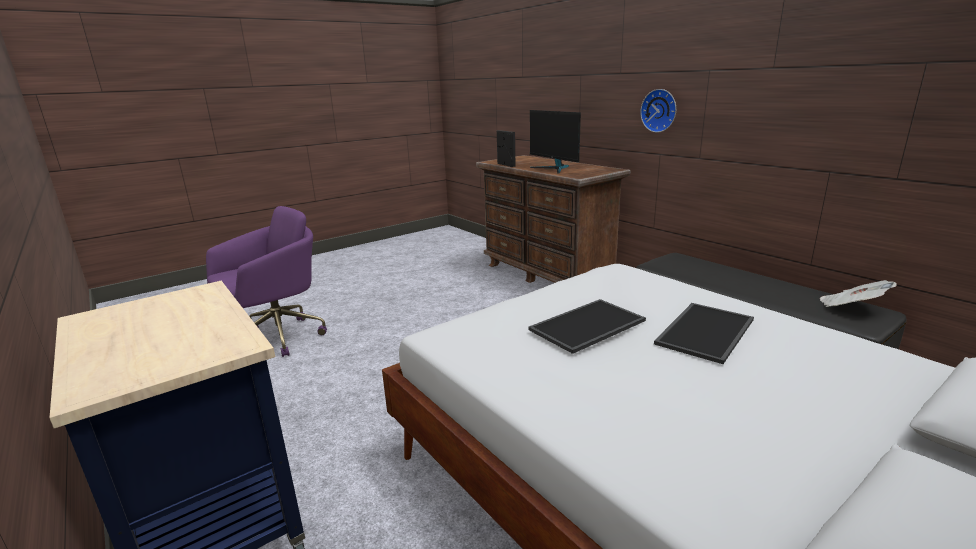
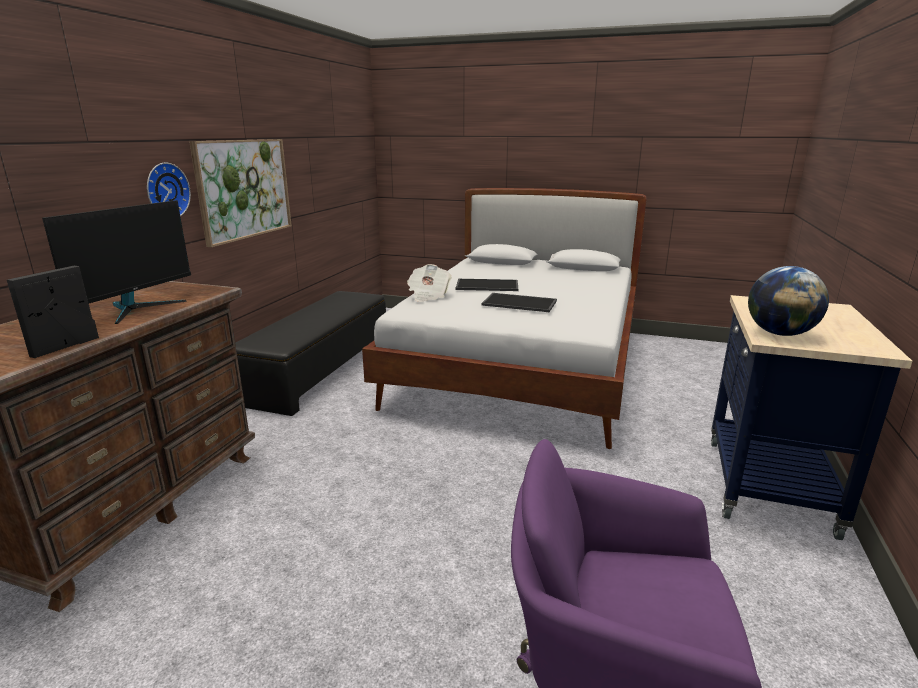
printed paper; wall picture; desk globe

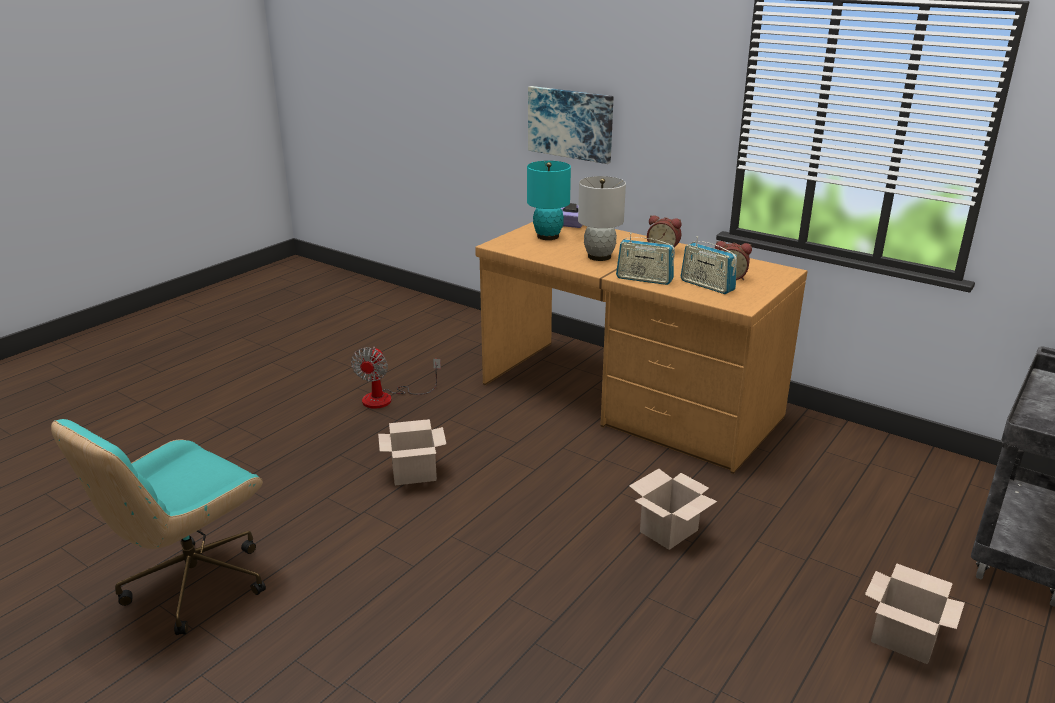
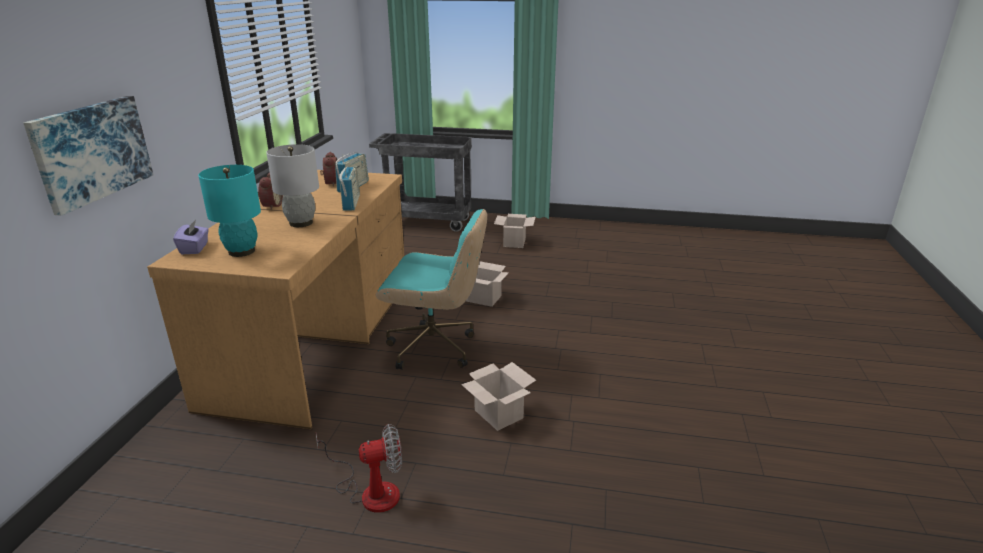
turquoise-coloured office chair

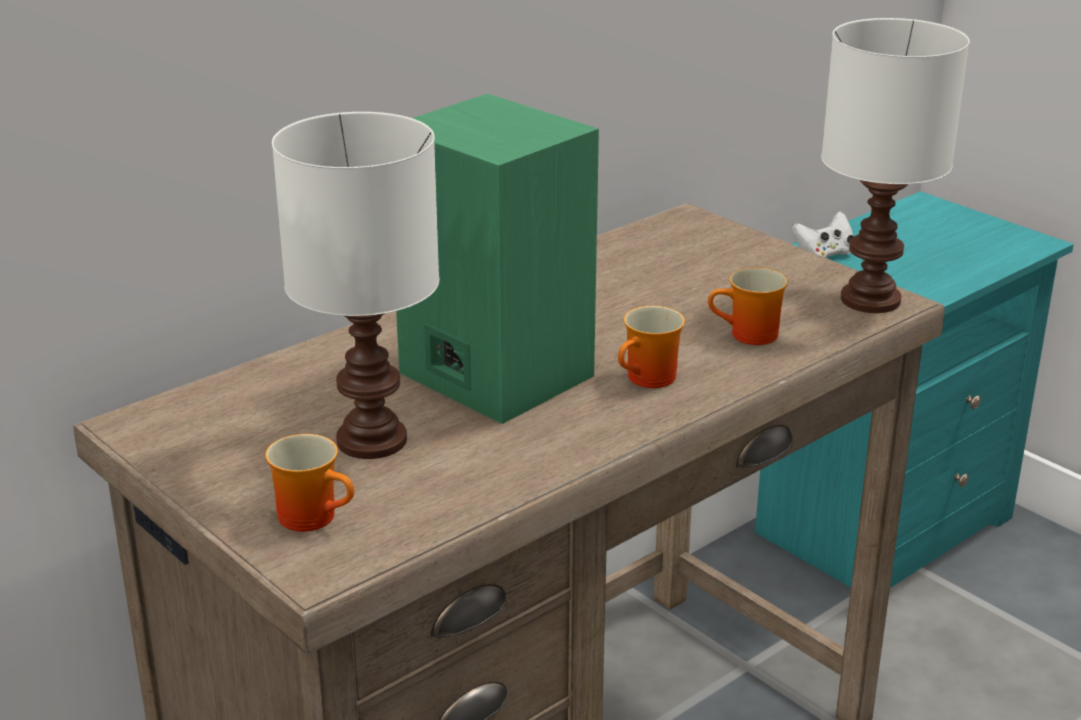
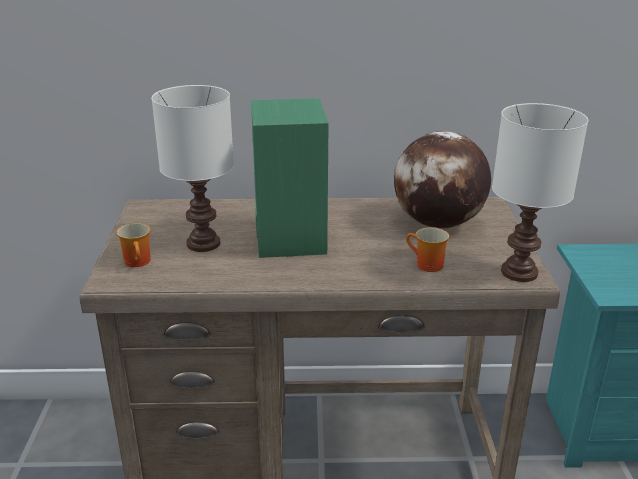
white gamepad; coffee mug (no. 2 from left in the first image); desk globe

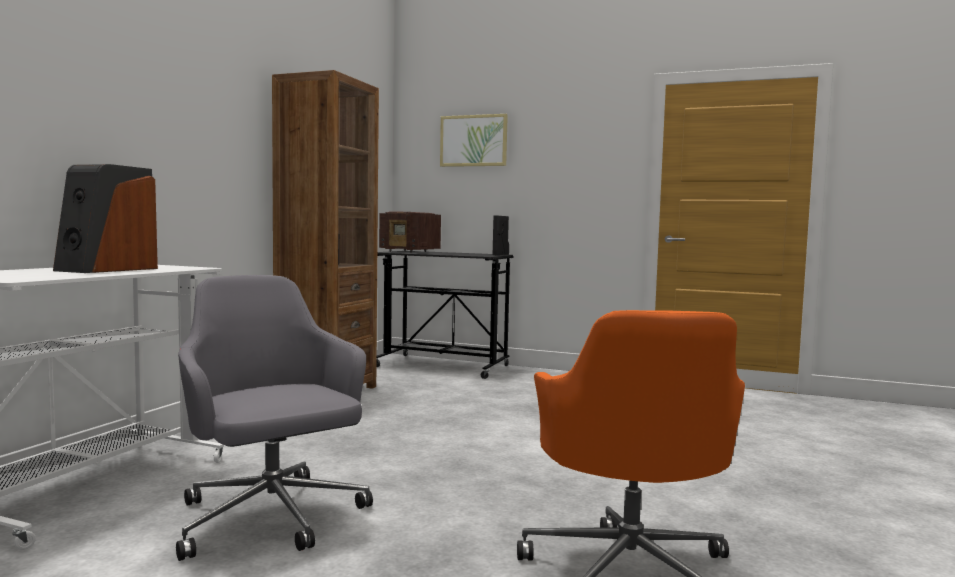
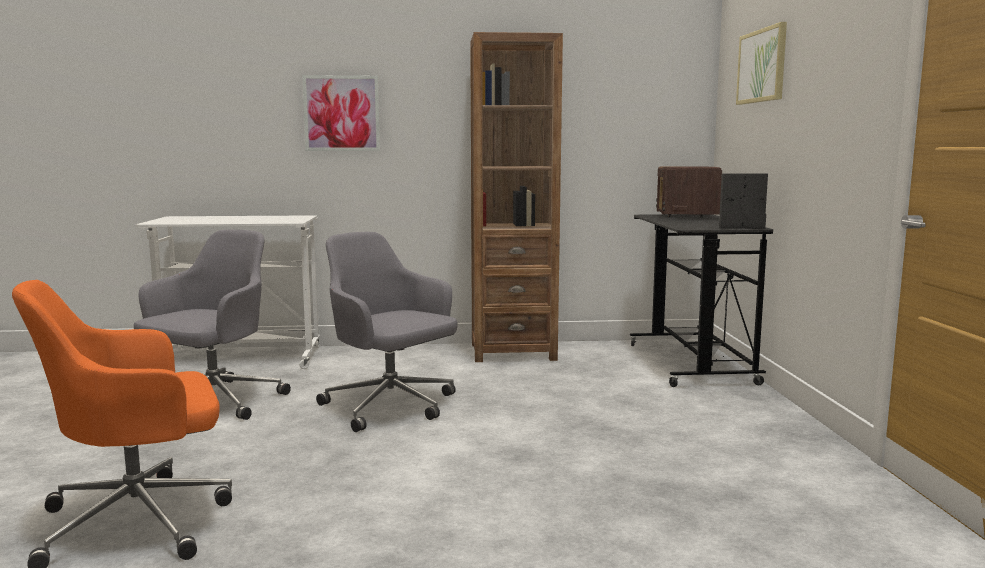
speaker; wall picture (no. 1 from left); greyish office chair (no. 2 from left)

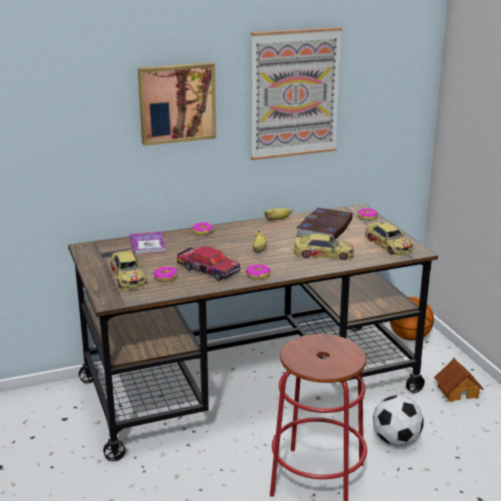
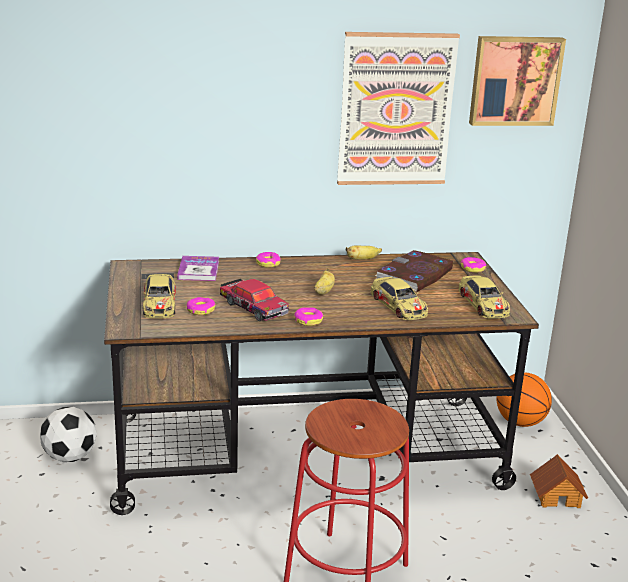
wall picture (no. 2 from left); model car (no. 3 from left); ball for football

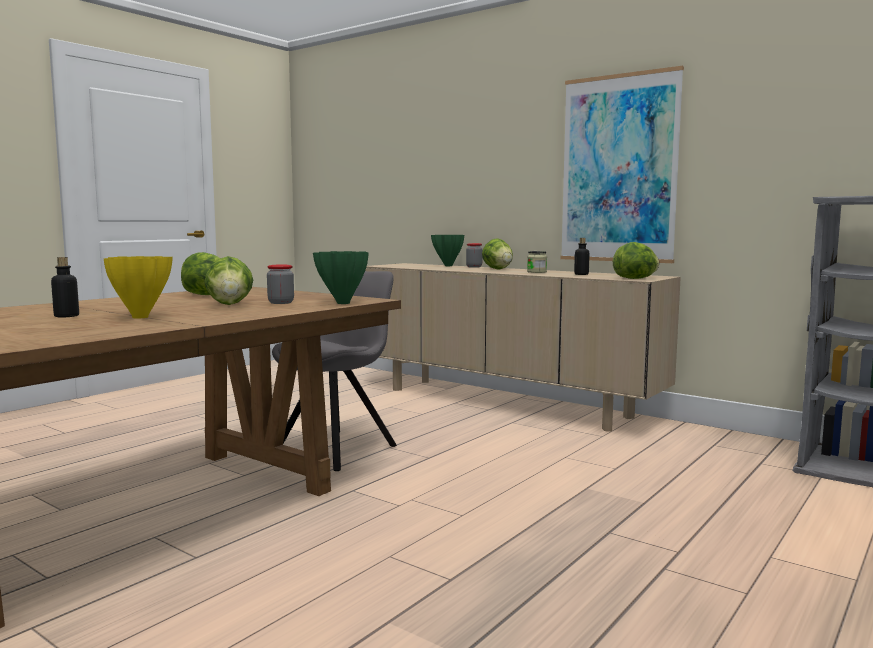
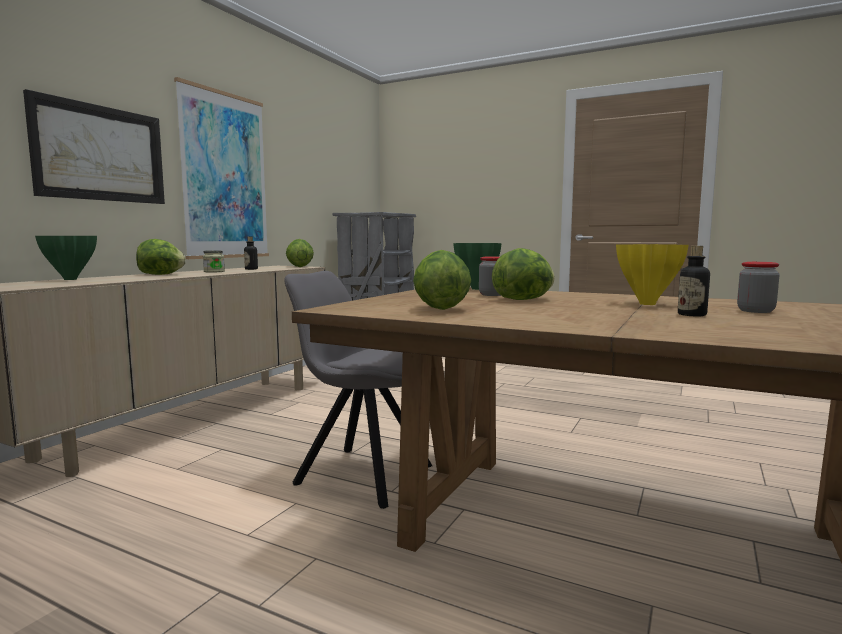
preserve jar (no. 3 from left); wall picture (no. 1 from left)

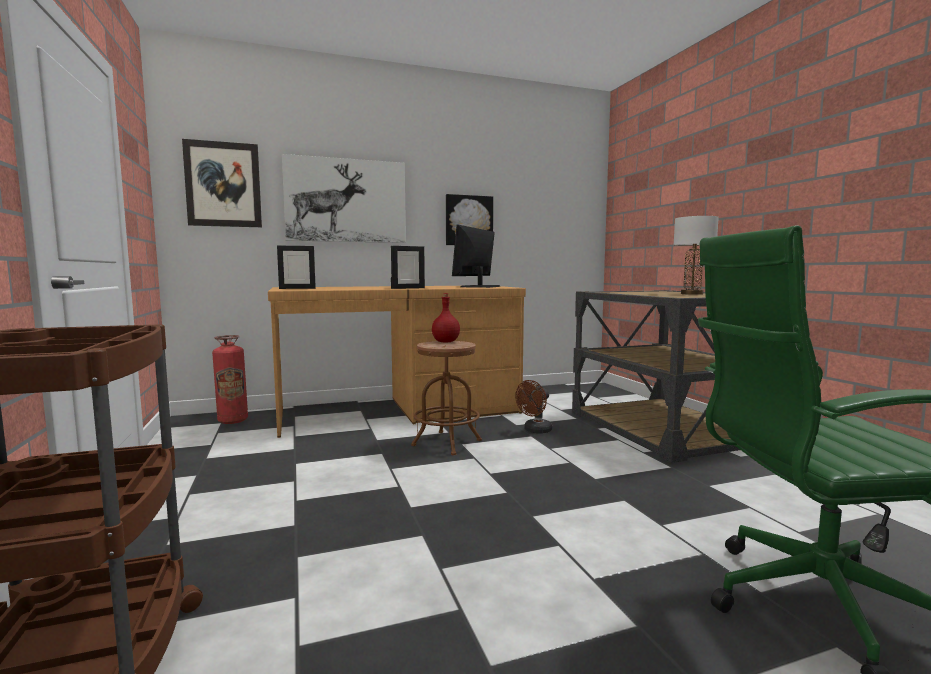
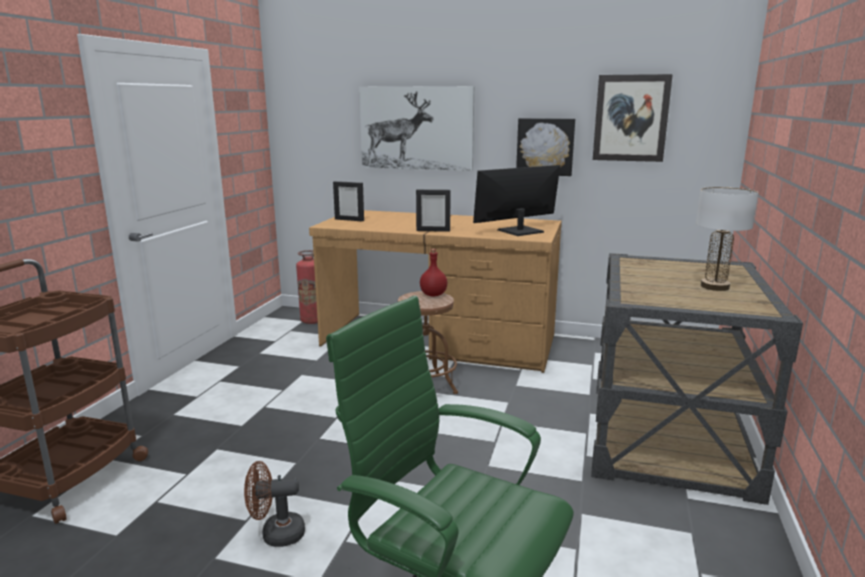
wall picture (no. 3 from left); brown-coloured electric fan

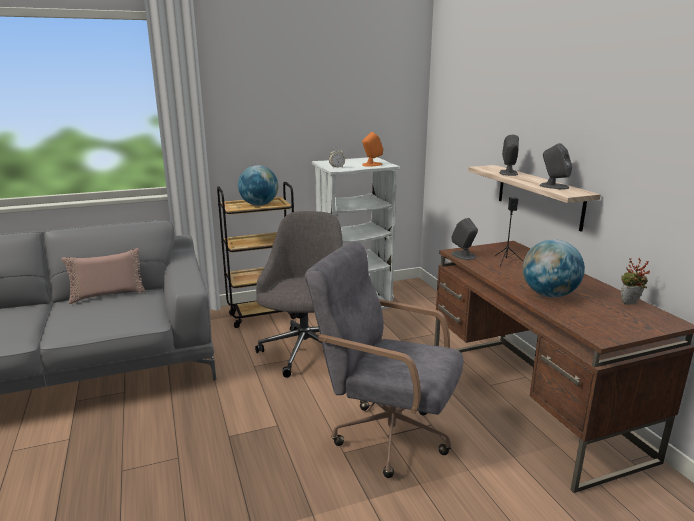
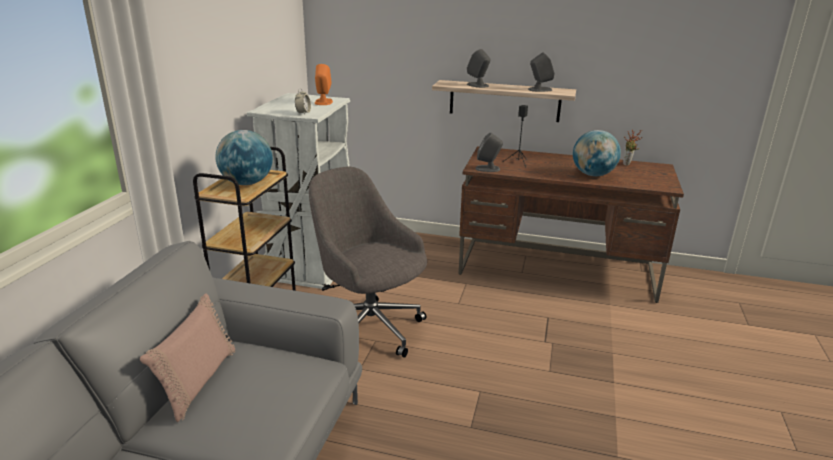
greyish office chair (no. 2 from left in the first image)

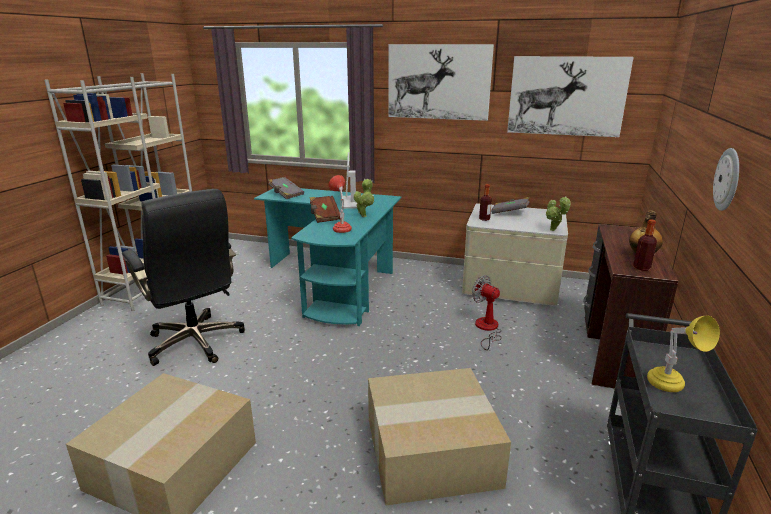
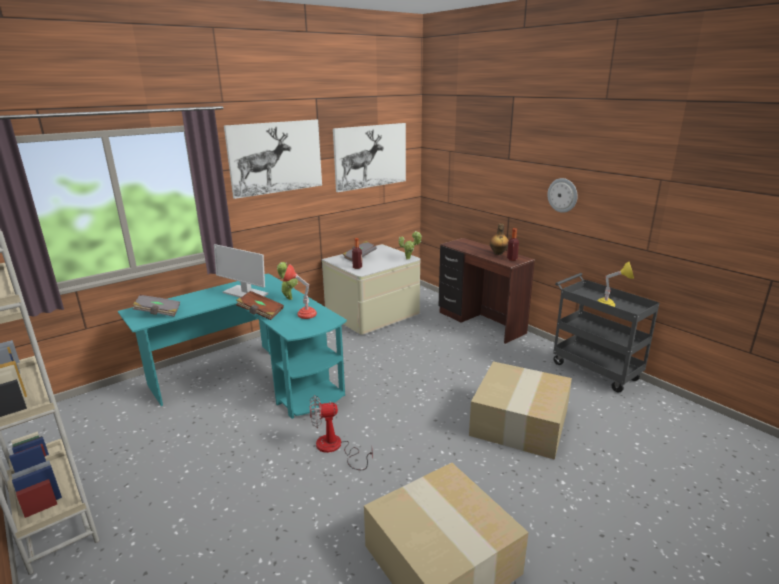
blackish office chair; electric fan

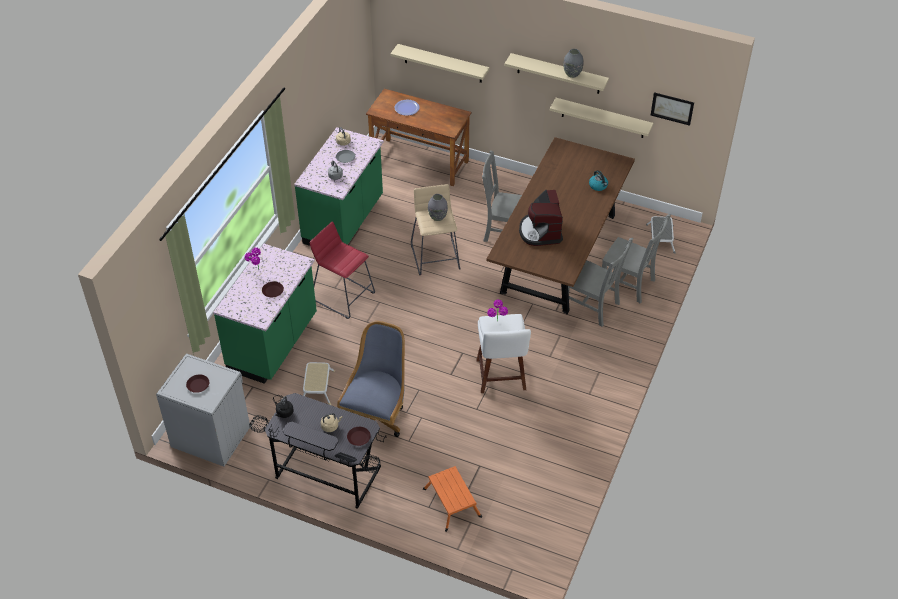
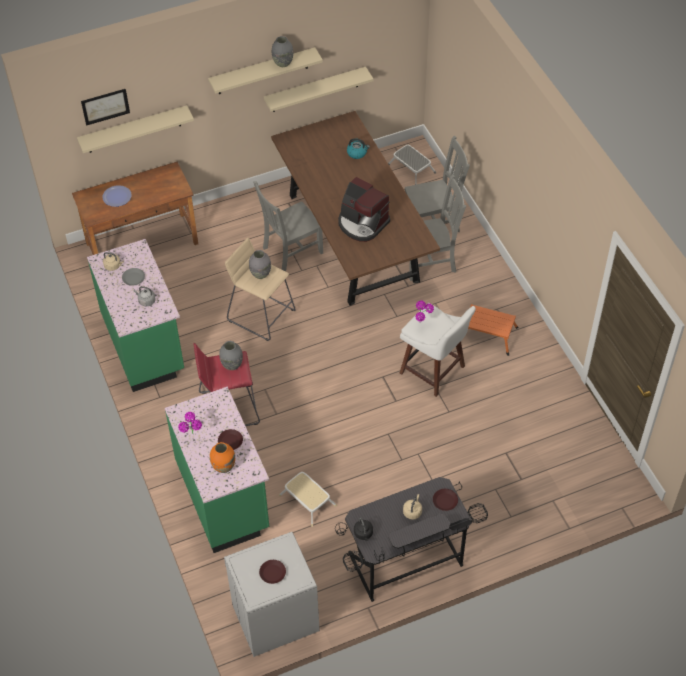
wall picture; blue-coloured office chair; orange stepladder; greyish decorative vase (no. 1 from left); orange decorative vase

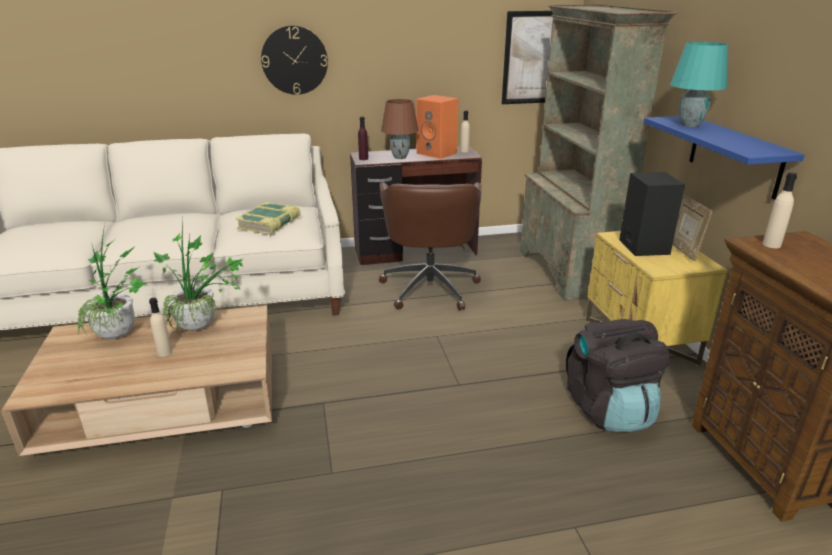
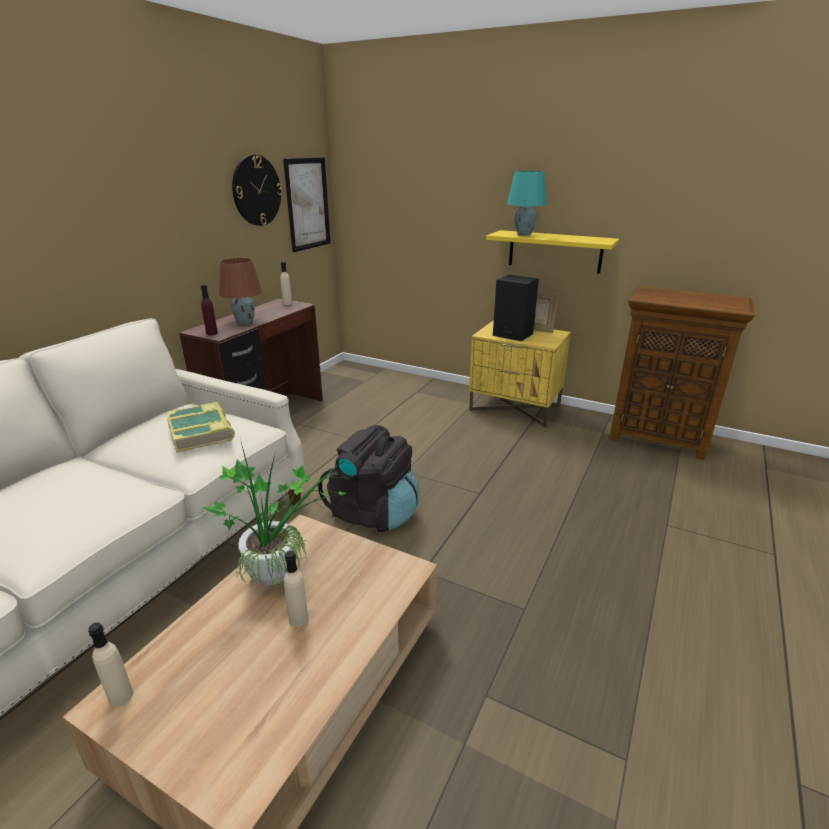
greenish bookcase; wall clock; orange speaker; yellowish shelf; sand-coloured bottle (no. 1 from left); brown-coloured office chair; plant in a pot (no. 1 from left in the first image); blackish knapsack

